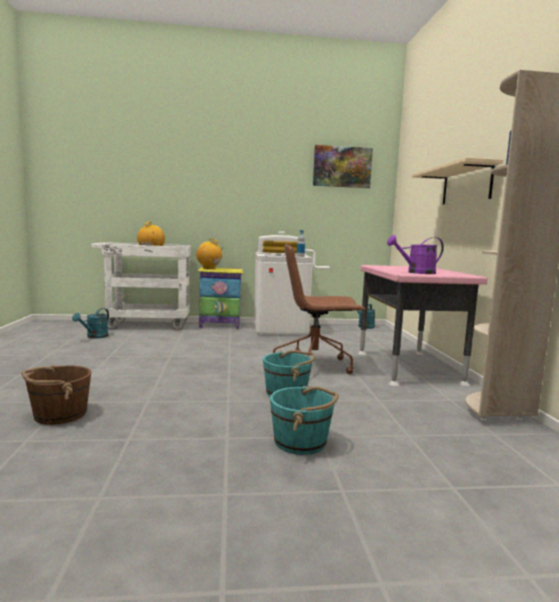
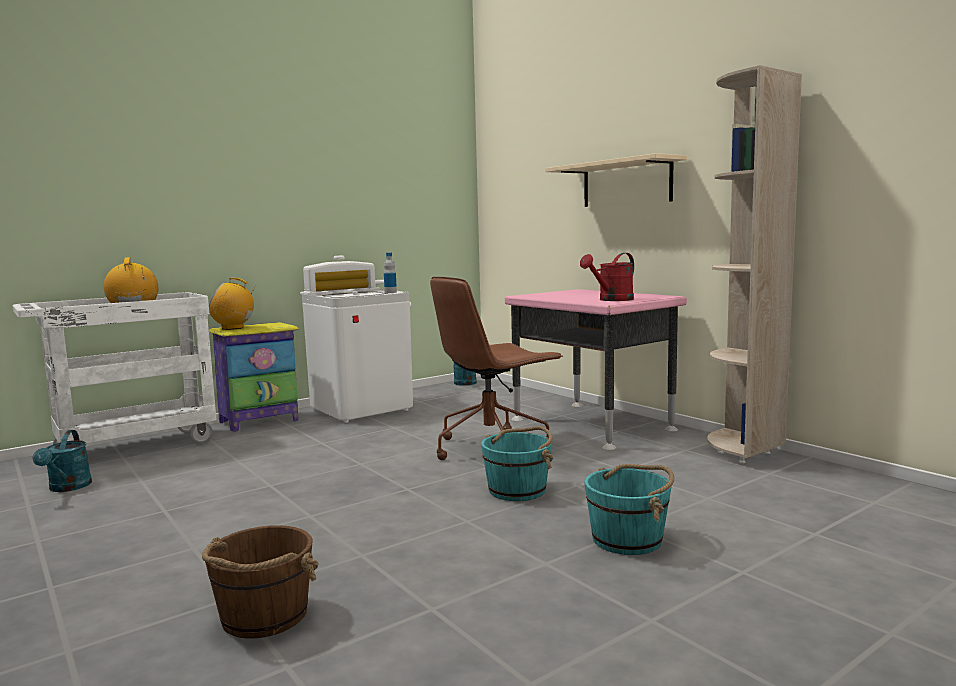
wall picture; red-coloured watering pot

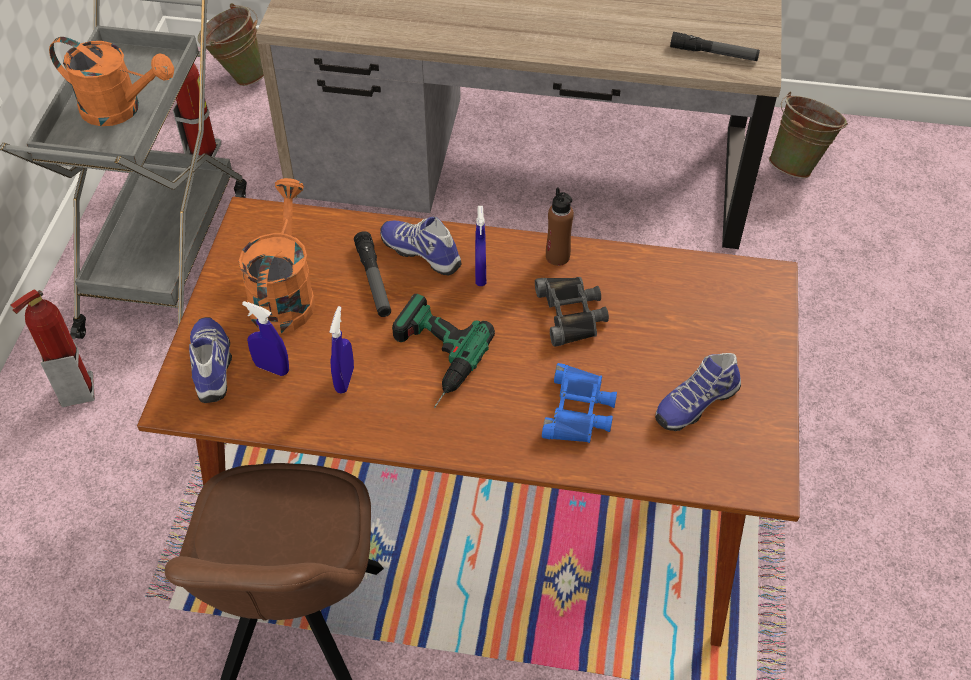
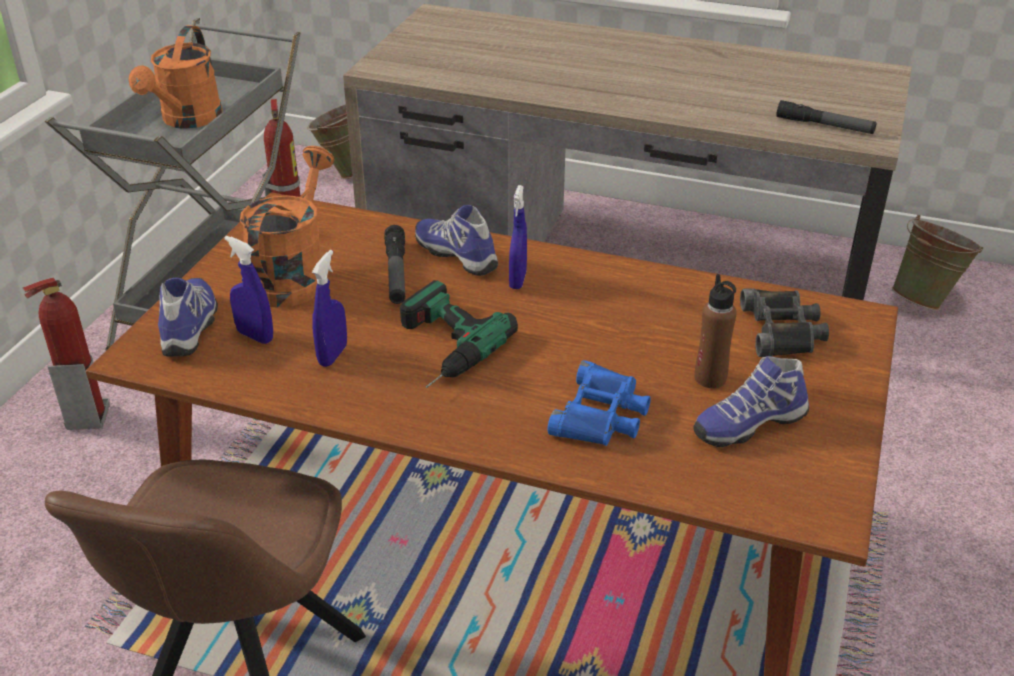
orange watering pot (no. 1 from left); brown-coloured bottle; blackish field glasses

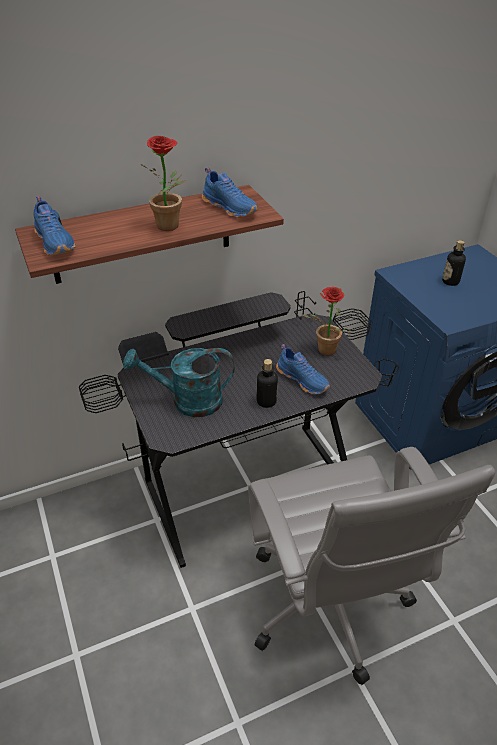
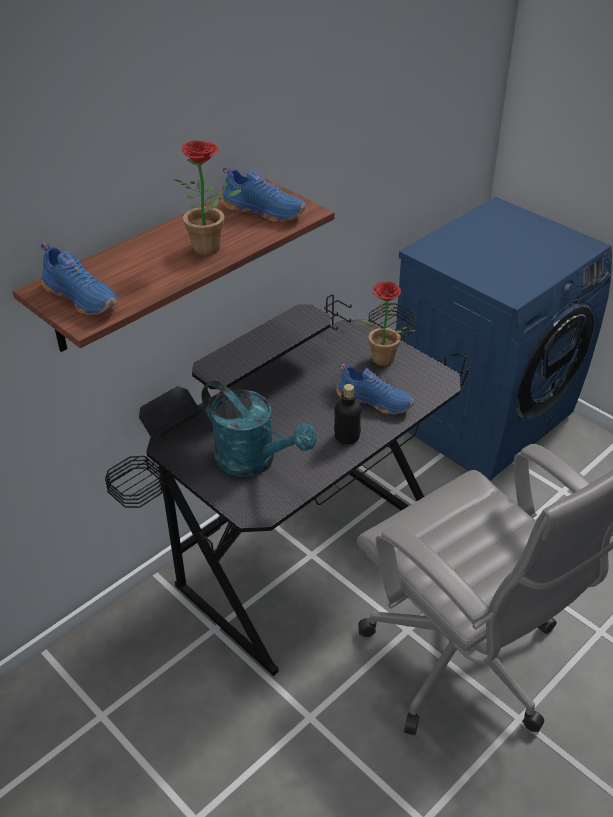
bottle (no. 2 from left in the first image); turquoise-coloured watering pot

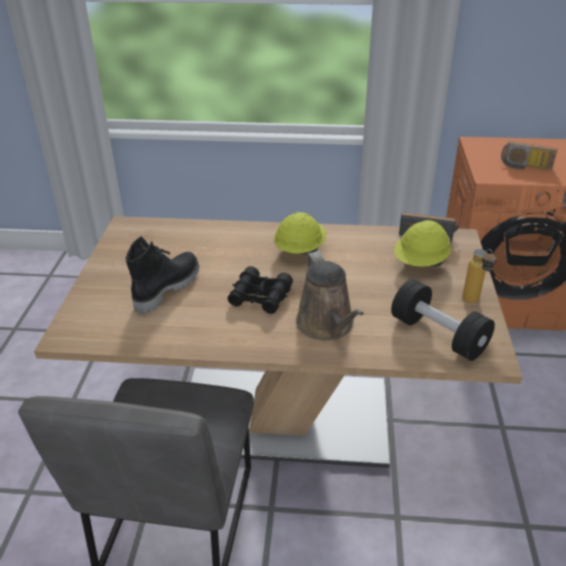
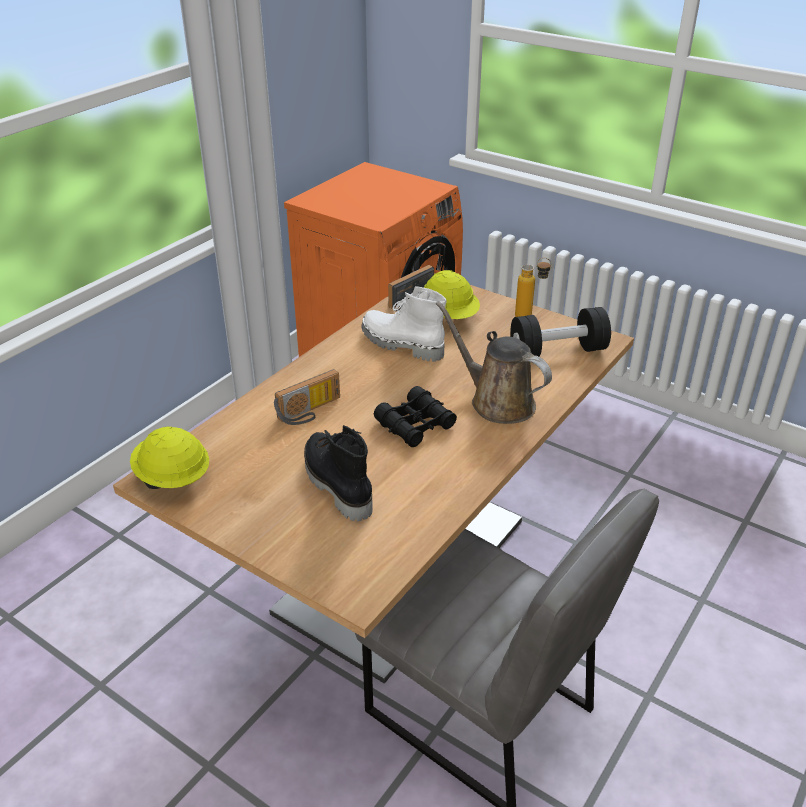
radio set (no. 1 from left); yellowish hard hat (no. 1 from left); brown-coloured watering pot; white tall boot

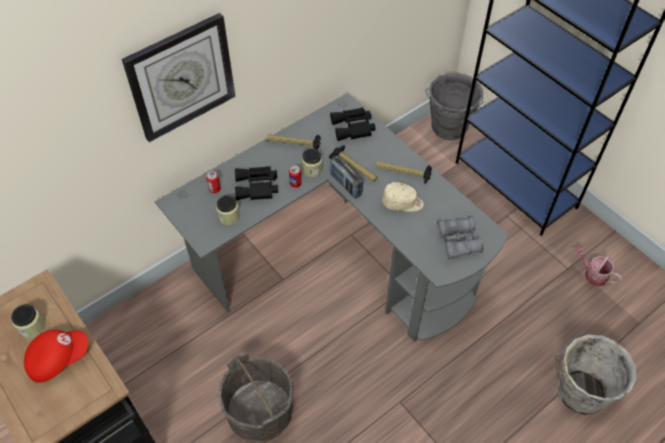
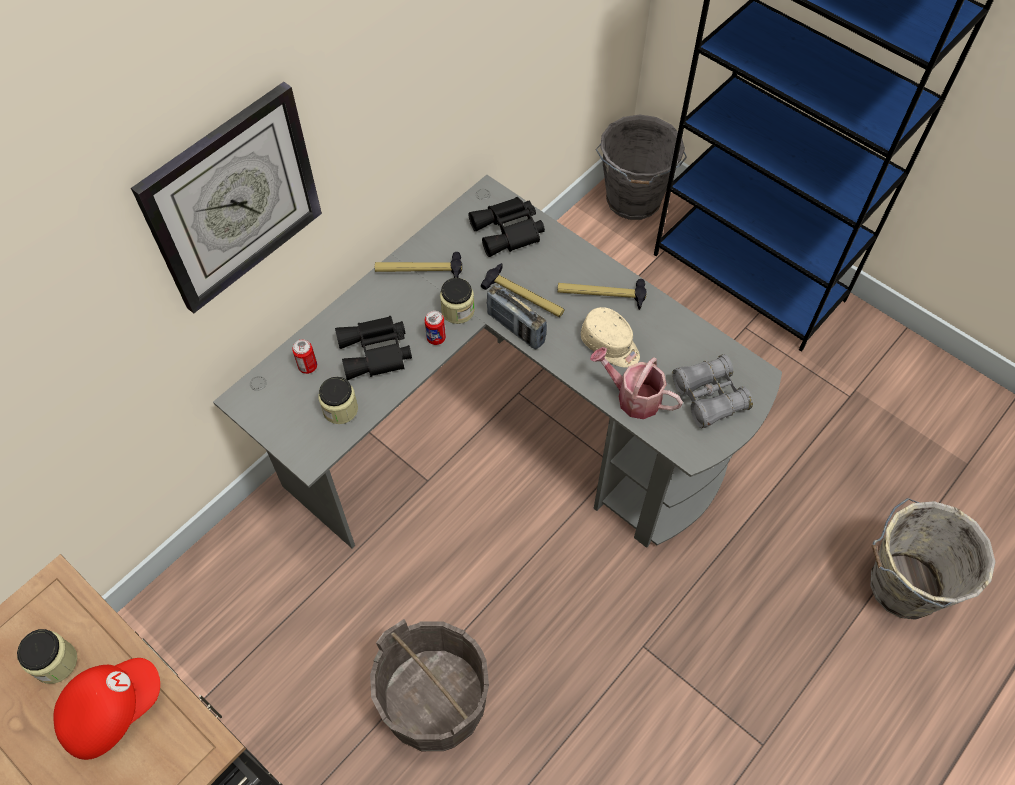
sand-coloured baseball cap; watering pot

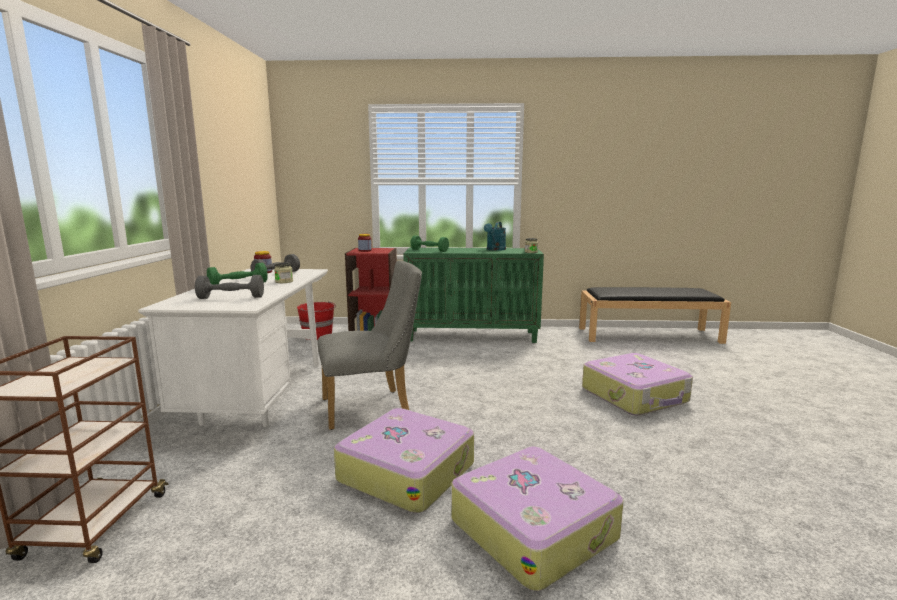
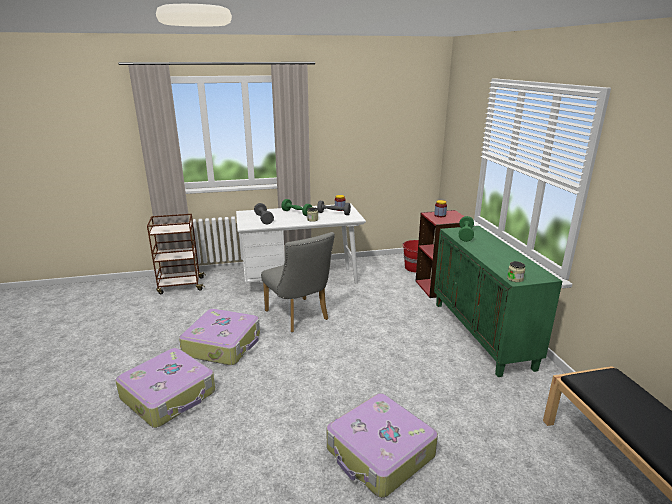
turquoise-coloured watering pot

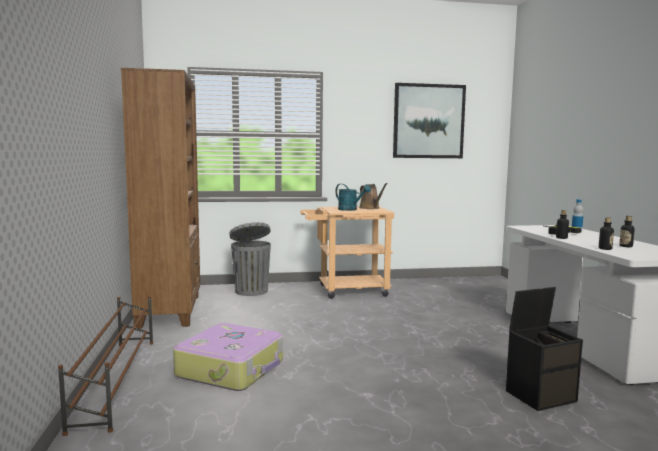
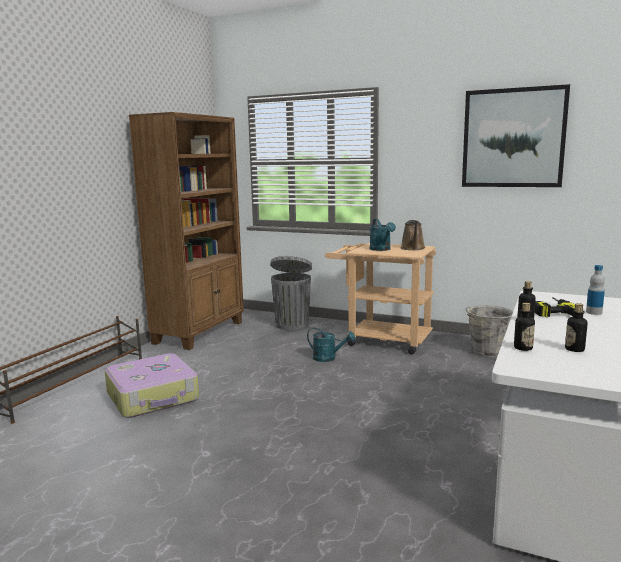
blackish storage box; greyish pail; turquoise-coloured watering pot (no. 1 from left)

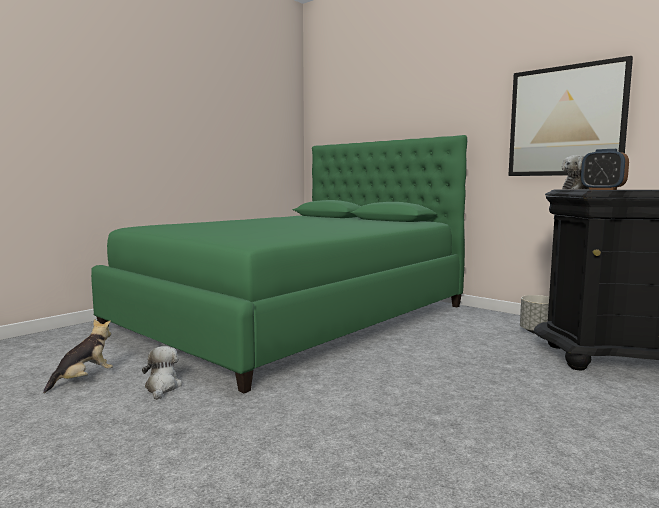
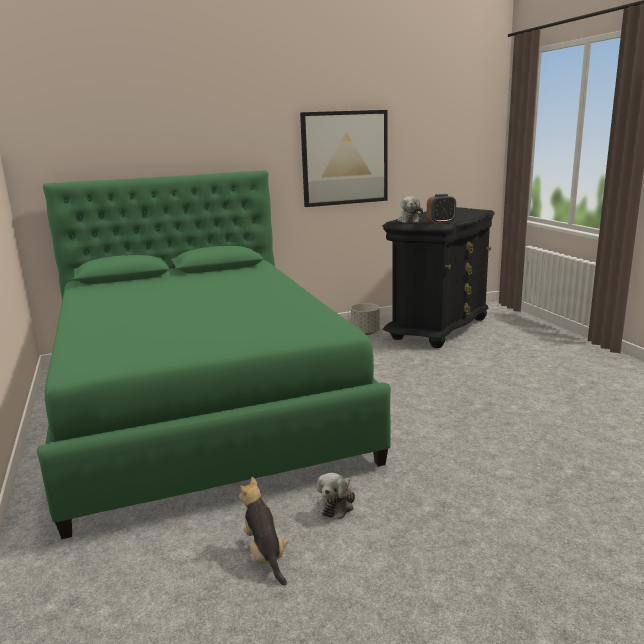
cuddly toy (no. 2 from left)

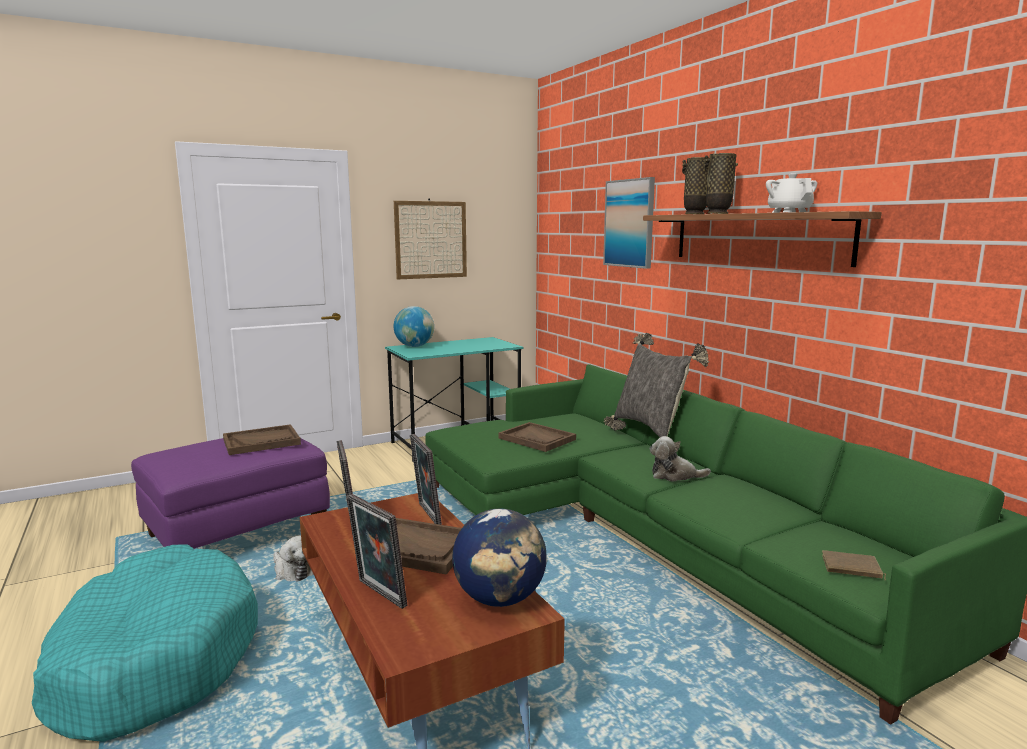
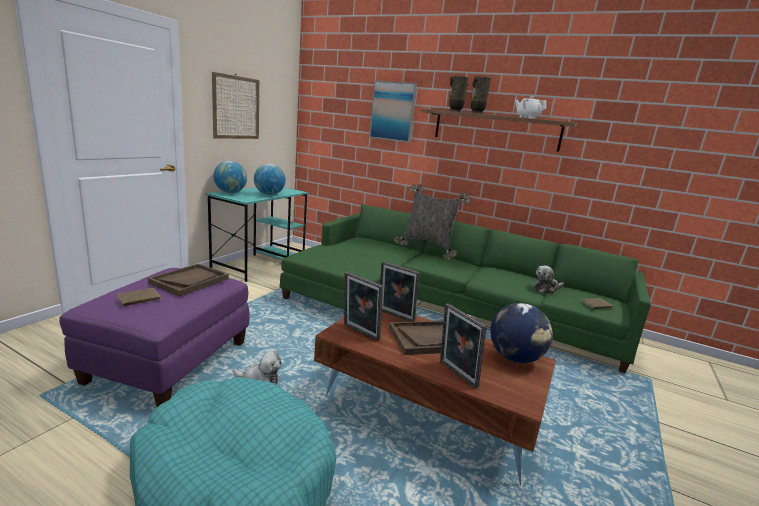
brown-coloured carrying tray (no. 3 from left in the first image); cuddly toy (no. 2 from left); picture frame (no. 3 from left); desk globe (no. 2 from left); brown-coloured book (no. 1 from left)

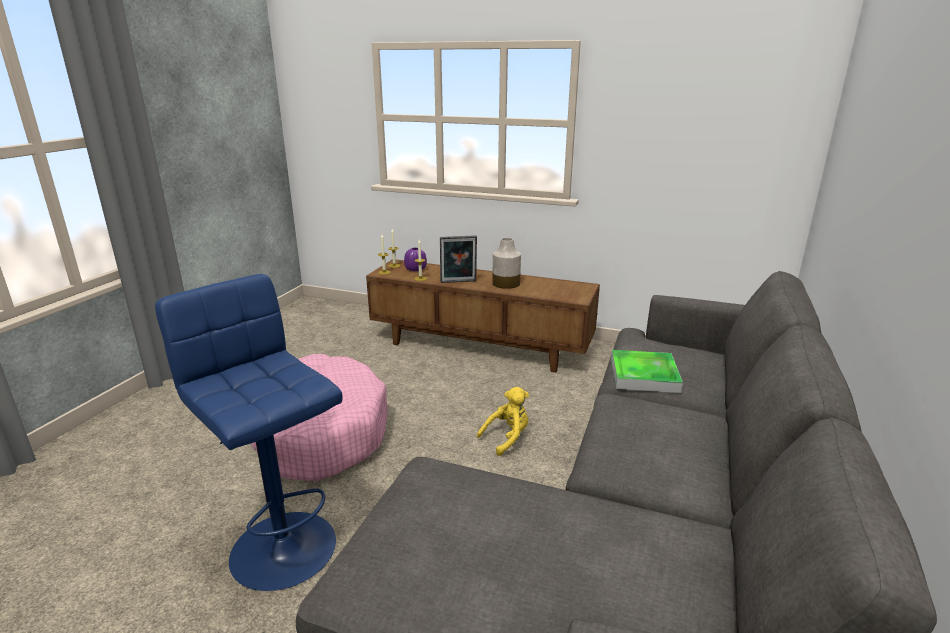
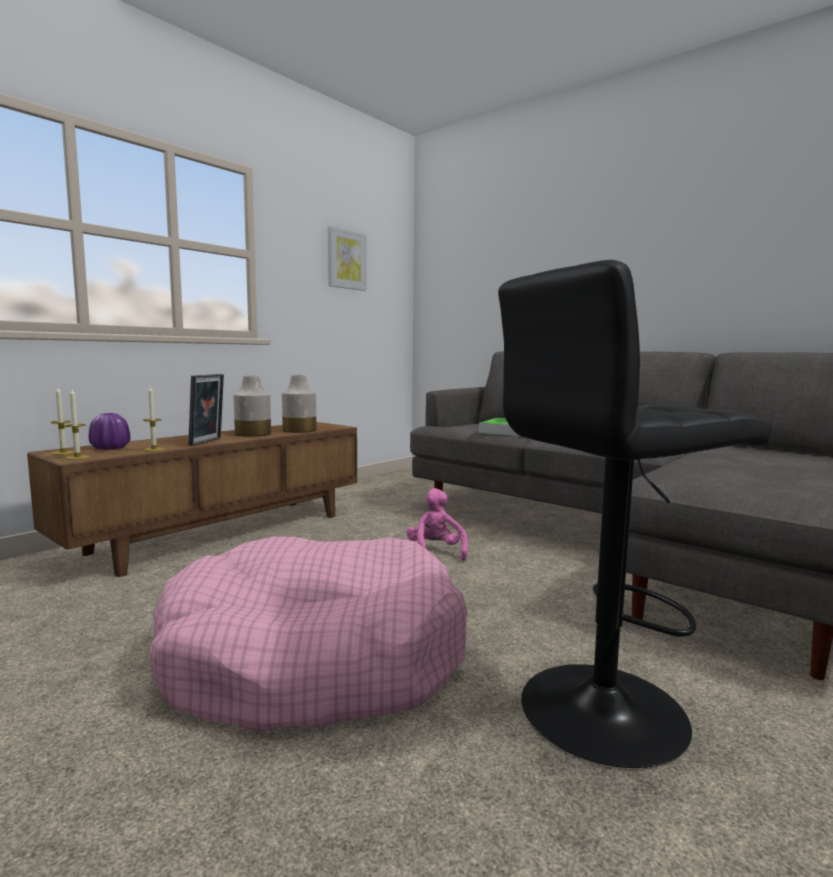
blackish stool seat; pinkish cuddly toy; wall picture; sand-coloured decorative vase (no. 2 from left)

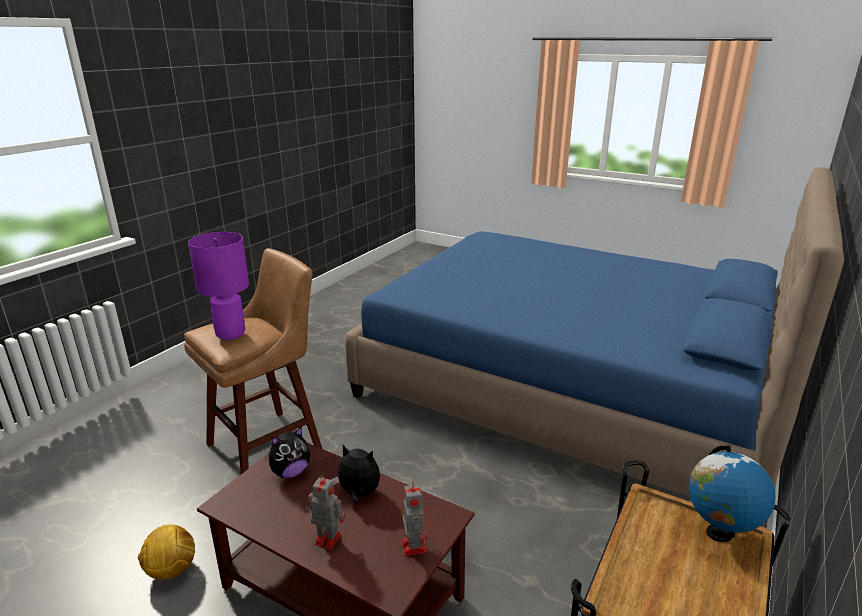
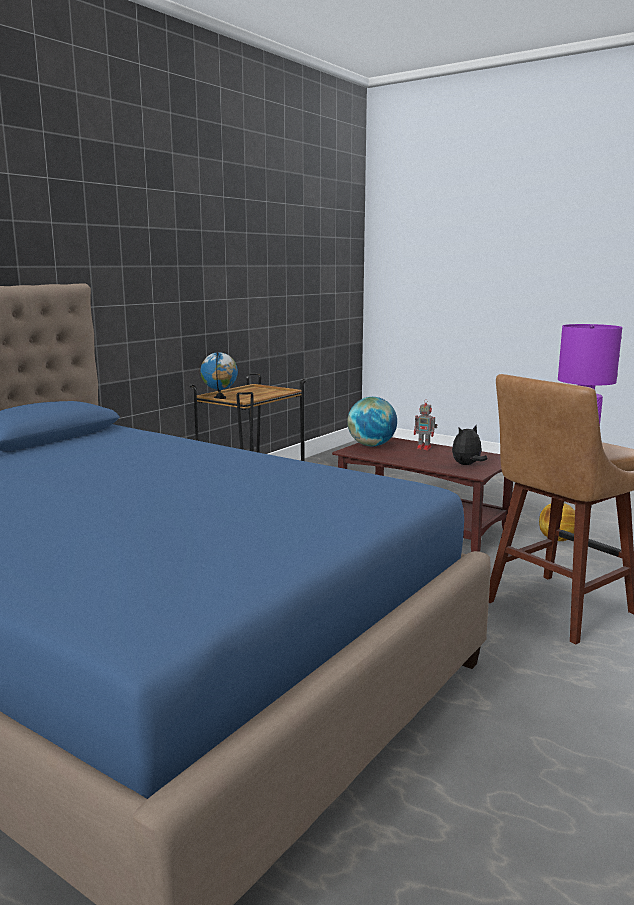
cuddly toy (no. 2 from left in the first image); desk globe (no. 2 from left)

